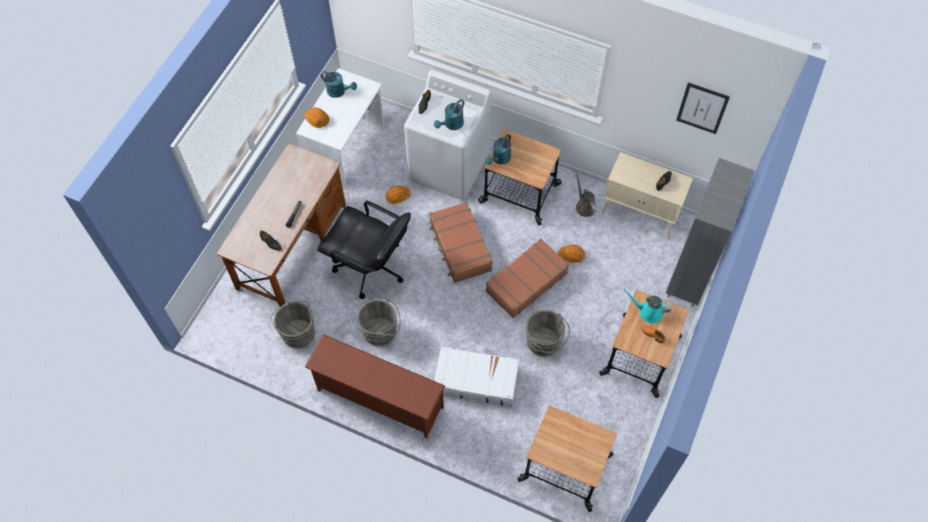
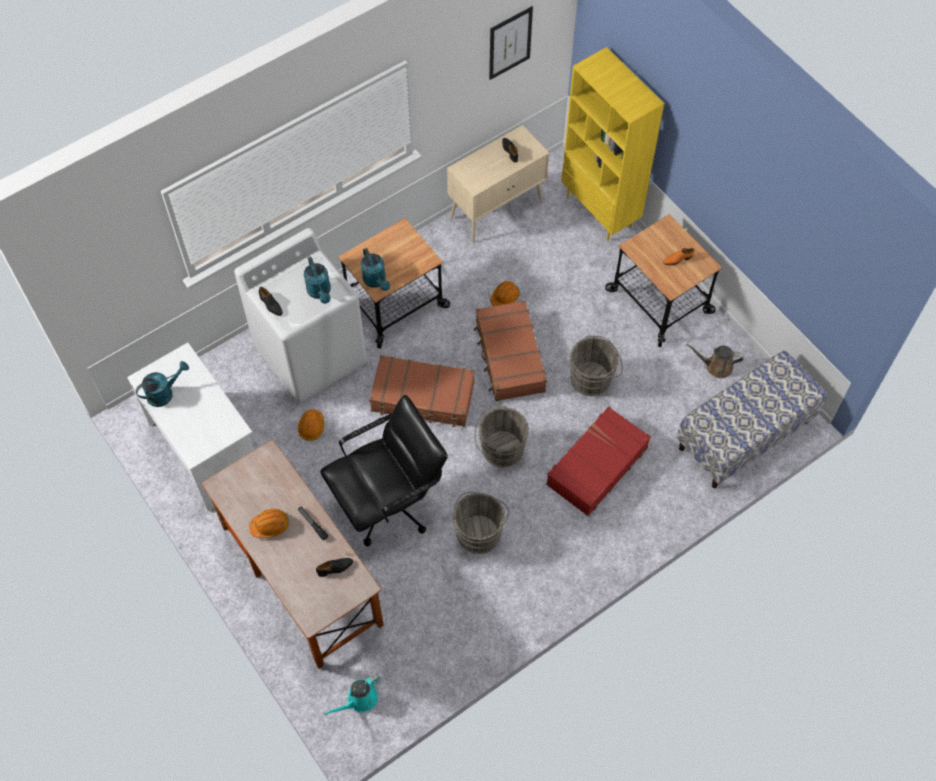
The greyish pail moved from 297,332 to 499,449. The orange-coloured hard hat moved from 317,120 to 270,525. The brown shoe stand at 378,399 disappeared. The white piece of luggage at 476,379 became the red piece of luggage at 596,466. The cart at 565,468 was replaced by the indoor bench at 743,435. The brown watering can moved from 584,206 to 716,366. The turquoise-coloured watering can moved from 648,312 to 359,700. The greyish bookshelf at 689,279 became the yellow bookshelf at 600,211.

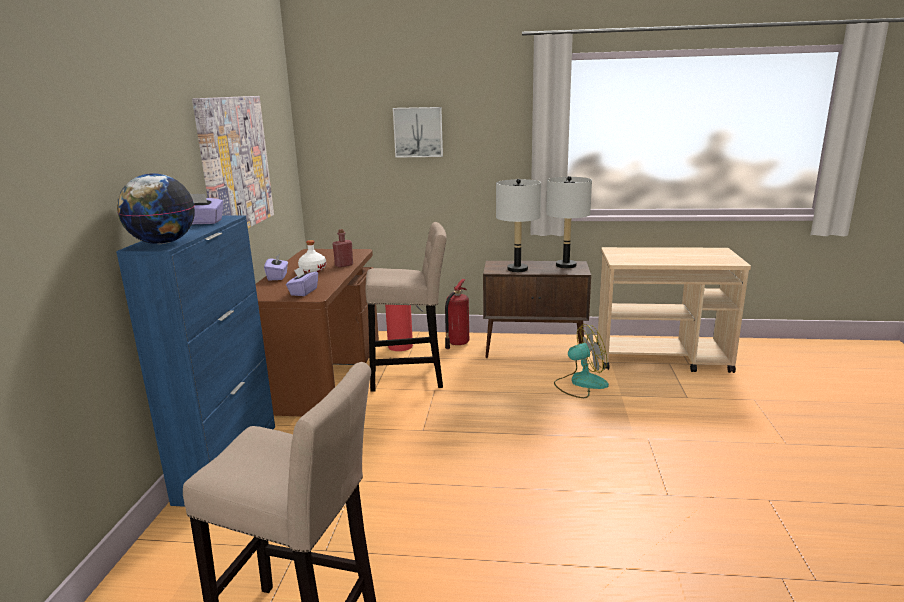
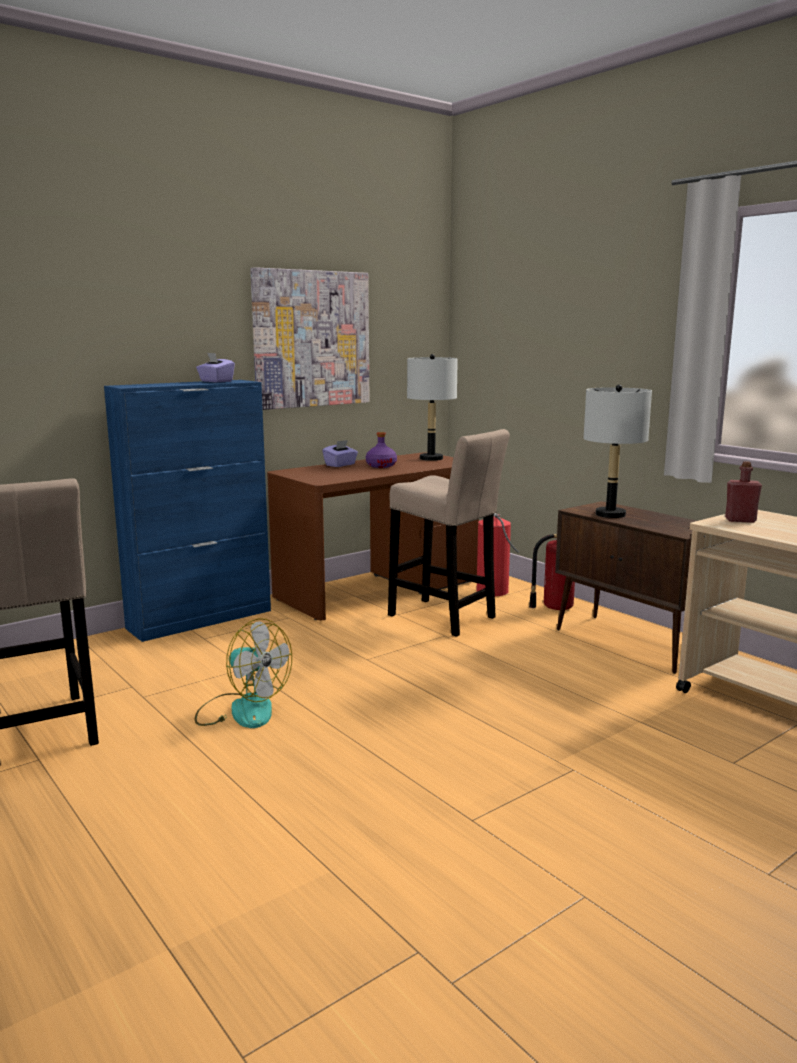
The desk globe at 162,243 disappeared. The purple-coloured box of tissues at 303,292 disappeared. The white drink bottle at 312,269 became the purple-coloured drink bottle at 381,466. The red drink bottle moved from 344,265 to 740,520. The picture at 418,132 disappeared. The greyish tabletop lamp moved from 565,265 to 431,458. The electric fan moved from 580,383 to 242,710.

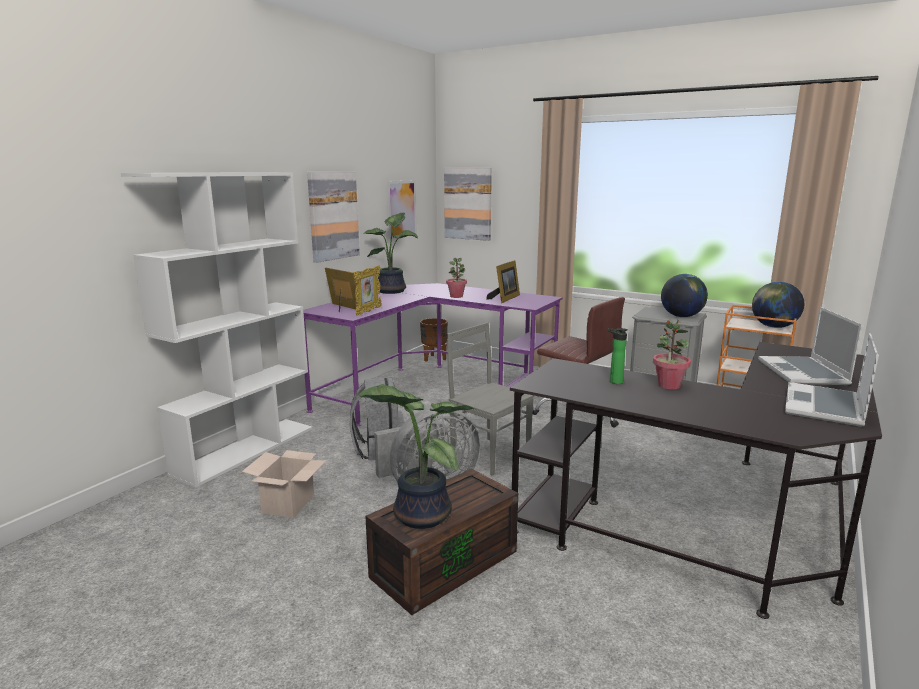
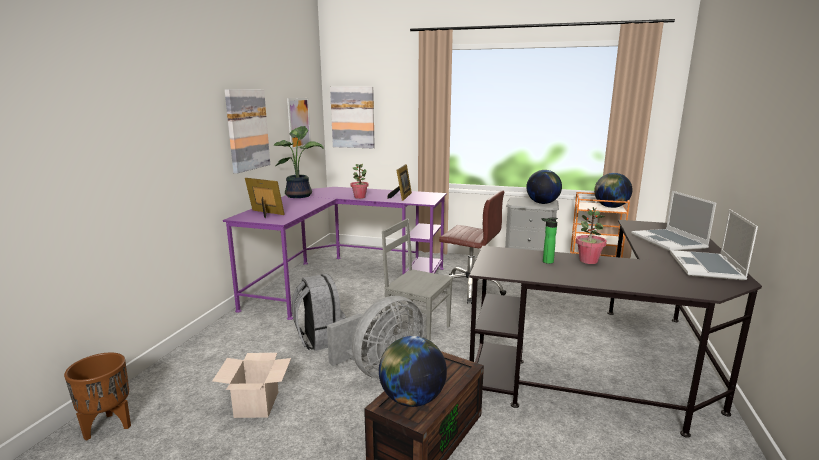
The white bookshelf at 246,450 disappeared. The photo frame at 368,311 disappeared. The plant in a pot at 418,515 was replaced by the desk globe at 412,399. The brown plant pot moved from 434,358 to 108,426.

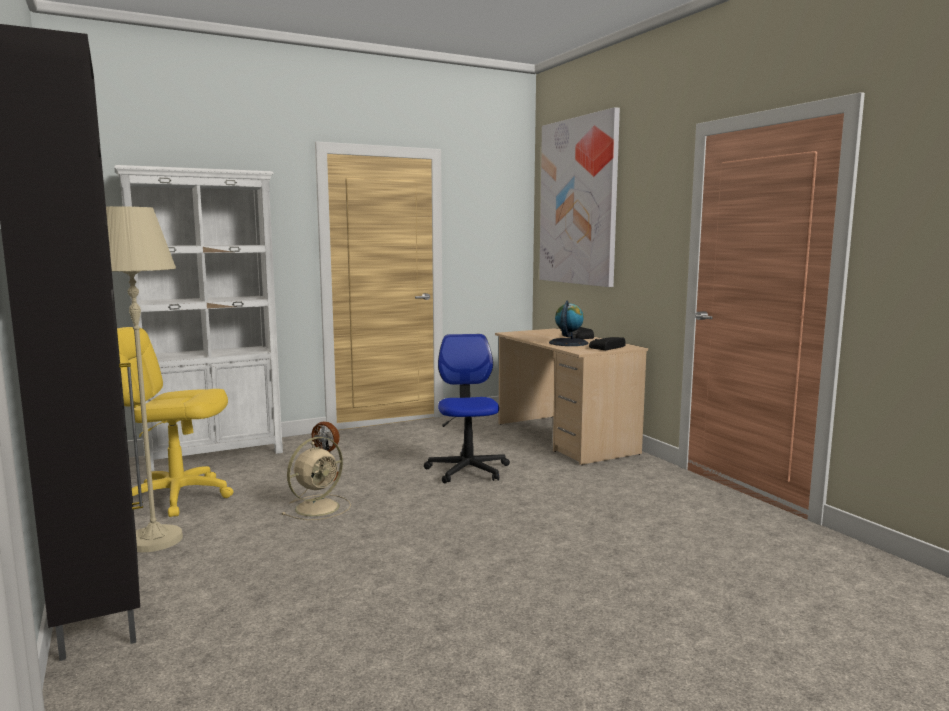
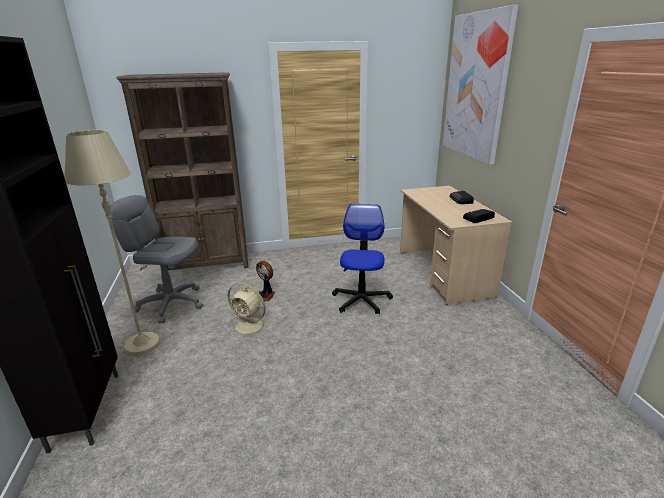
The white bookshelf at 215,454 became the brown bookshelf at 208,265. The yellow computer chair at 177,497 became the greyish computer chair at 171,303. The sand-coloured electric fan at 319,507 turned 60 degrees clockwise. The desk globe at 568,343 disappeared.

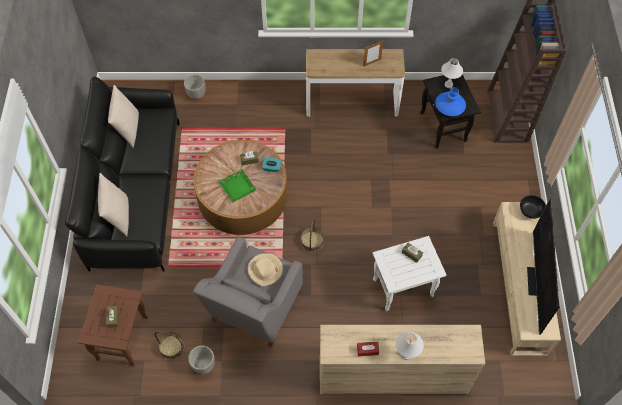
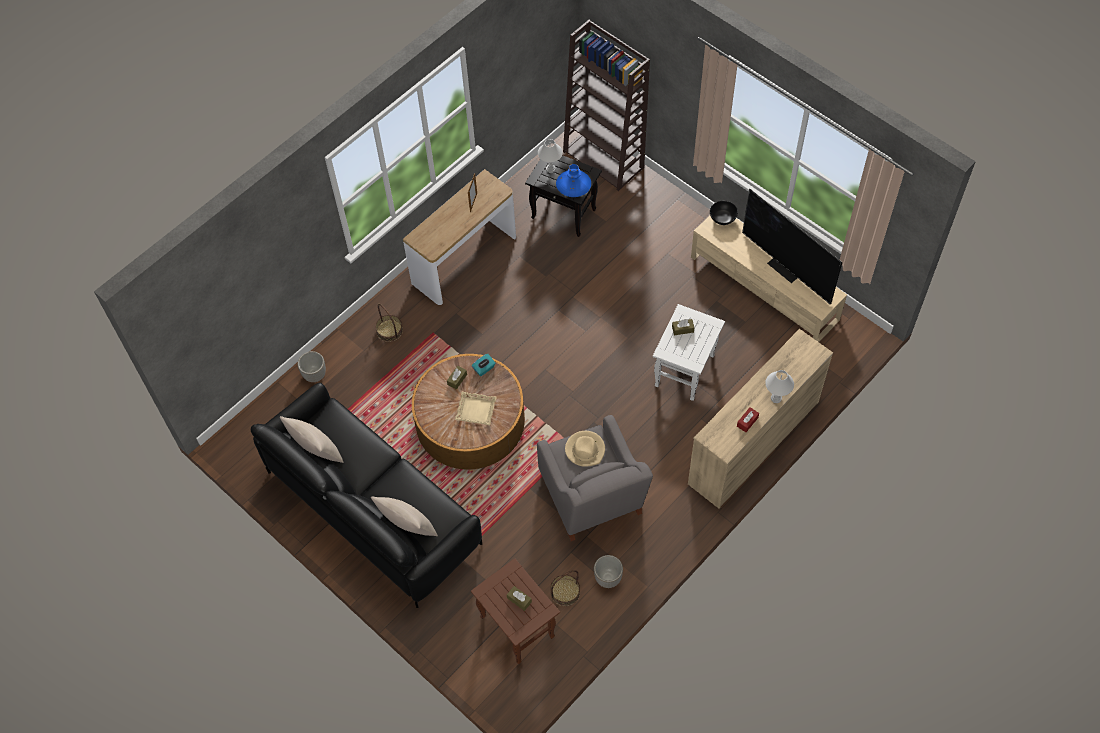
The green-coloured carrying tray at 238,187 became the sand-coloured carrying tray at 476,410. The basket moved from 312,241 to 389,330.

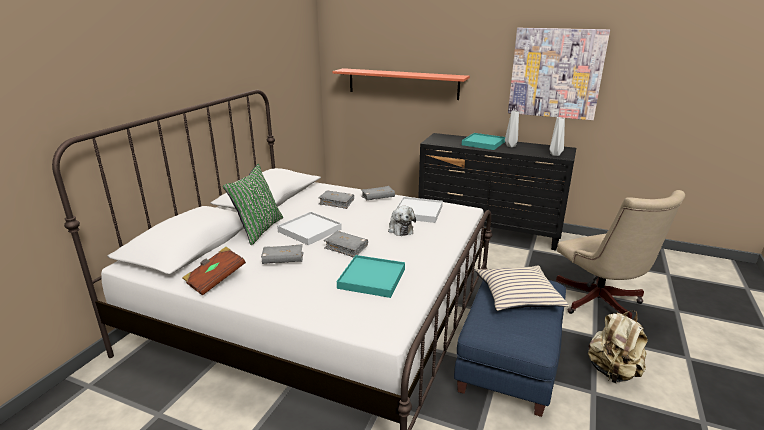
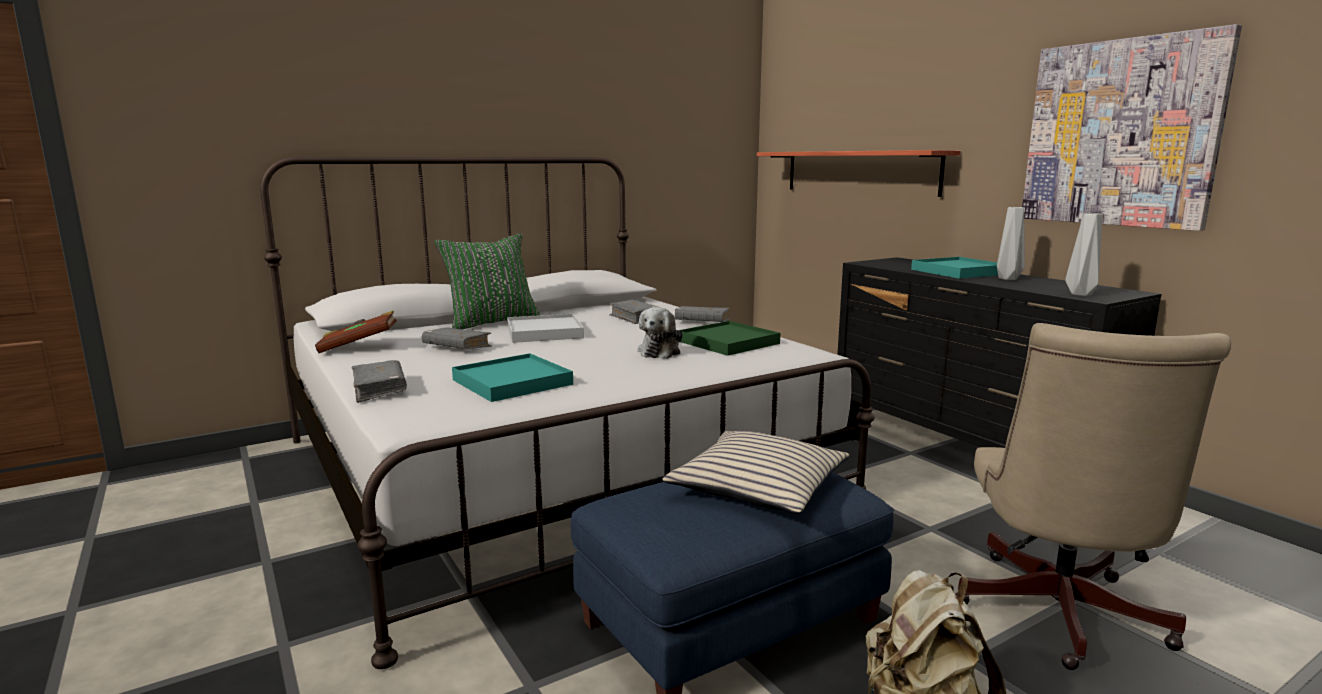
The greyish volume moved from 346,248 to 379,389. The white carrying tray at 418,212 became the green-coloured carrying tray at 728,342.

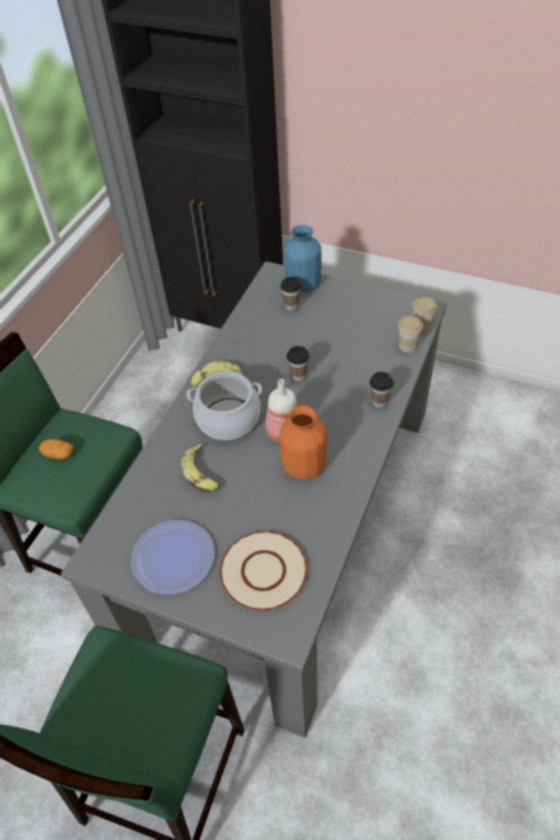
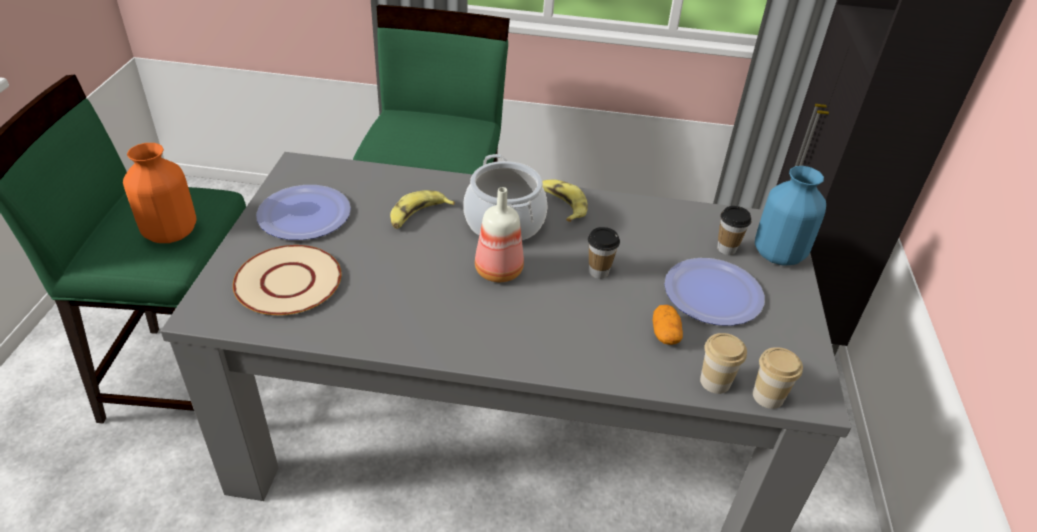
The whole potato moved from 58,454 to 665,333. The orange-coloured flower vase moved from 304,467 to 169,233. The small cup at 379,402 disappeared. The plate at 713,293 appeared.

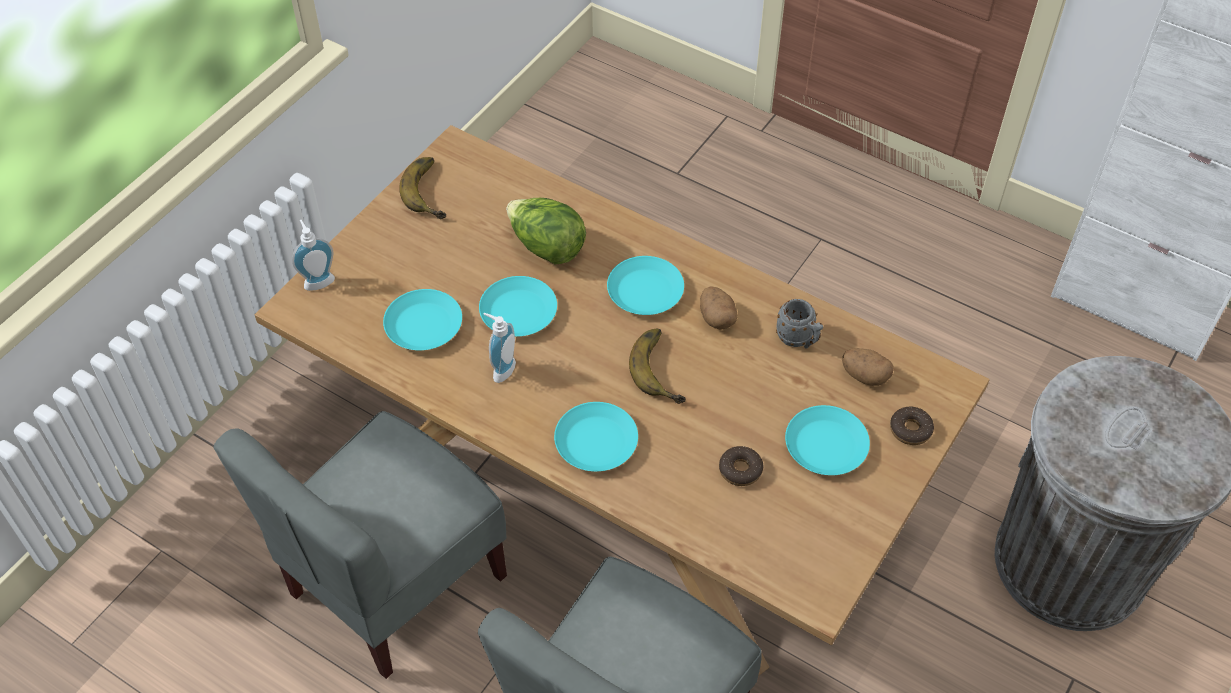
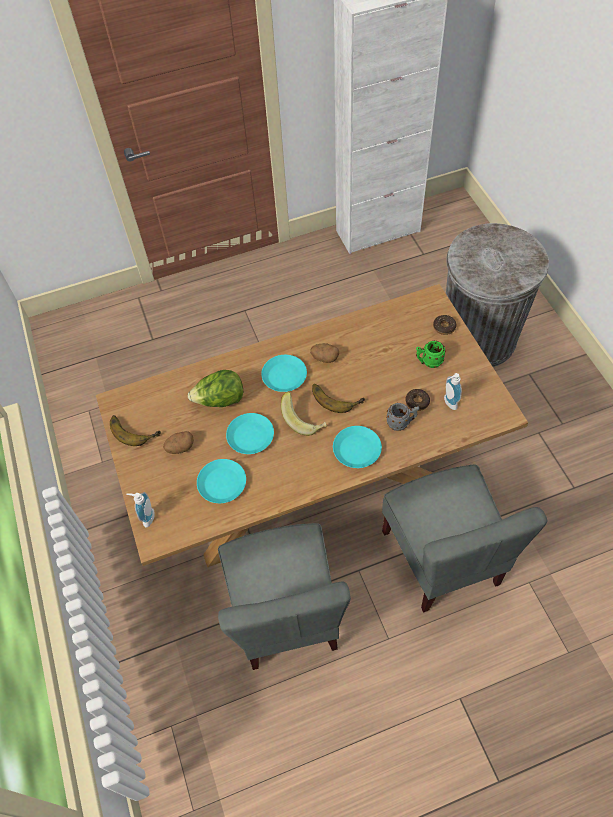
The soap bottle moved from 501,369 to 448,403. The greyish tea mug moved from 798,340 to 401,423. The turquoise-coloured plate at 825,445 was replaced by the green-coloured tea mug at 428,362. The whole potato moved from 864,376 to 180,447. The banana fruit at 304,420 appeared.

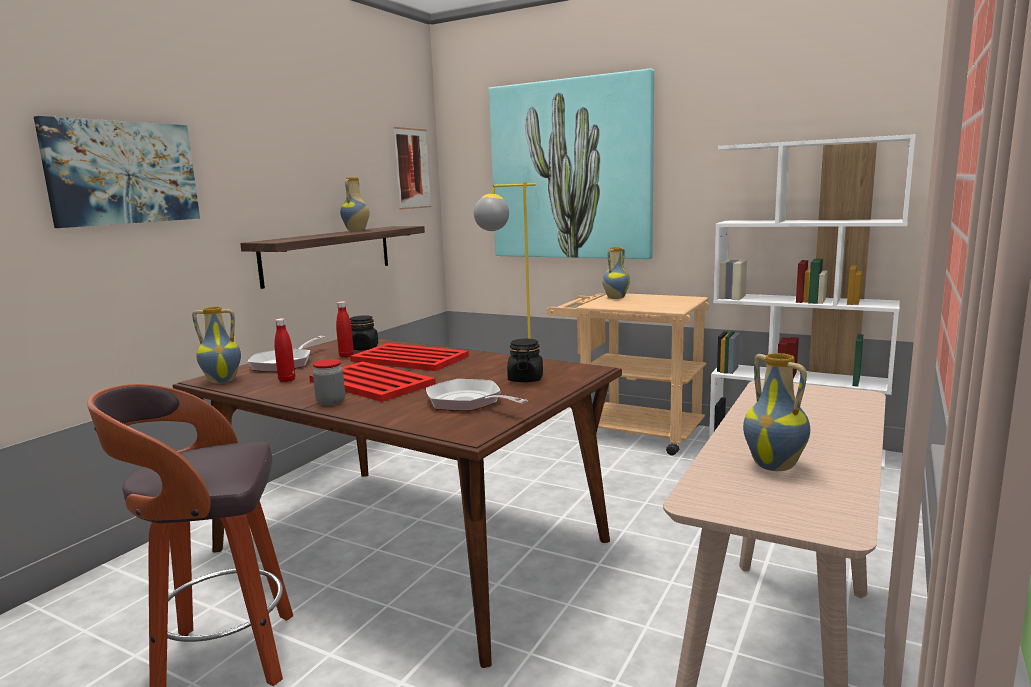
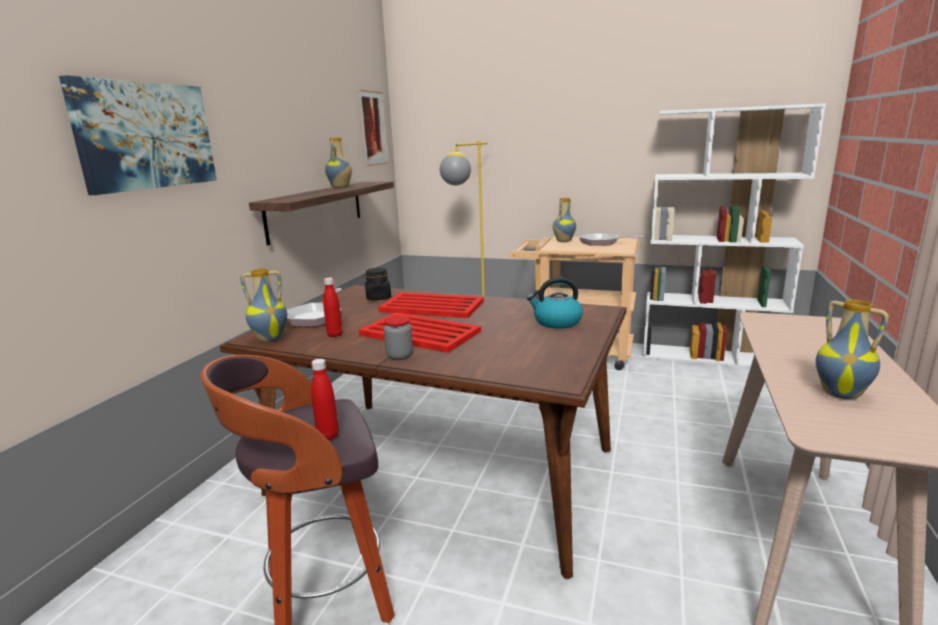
The red drink bottle moved from 346,356 to 328,435. The pan moved from 468,402 to 602,242. The picture at 570,170 disappeared. The black-coloured preserve jar at 525,379 was replaced by the water kettle at 556,322.

